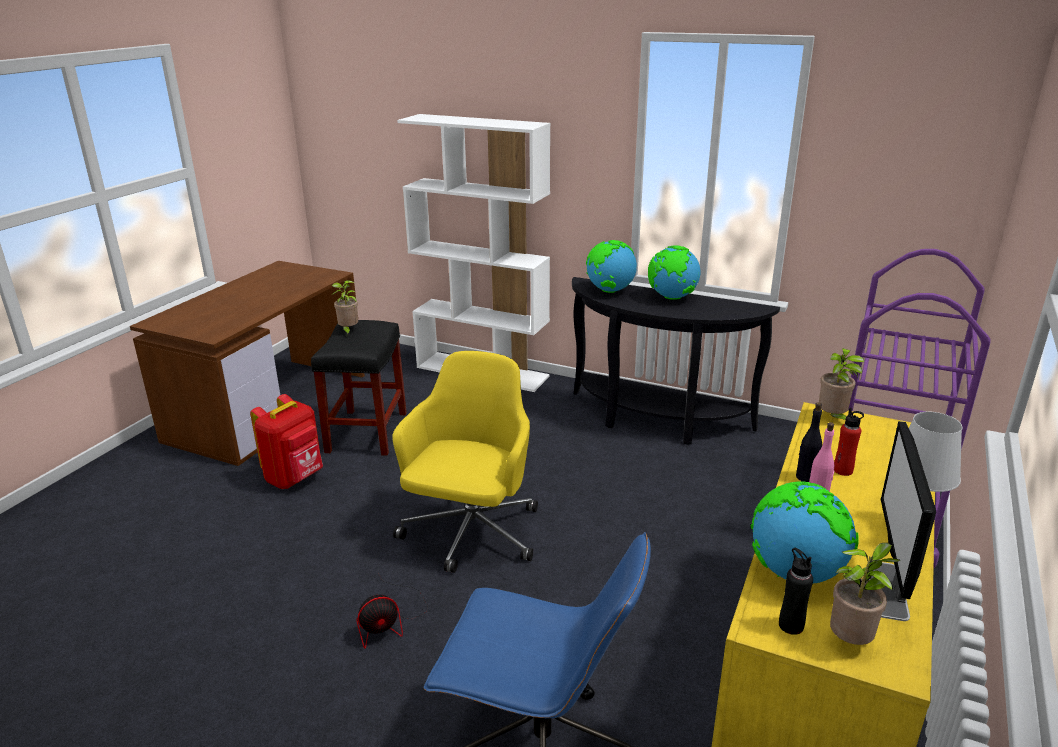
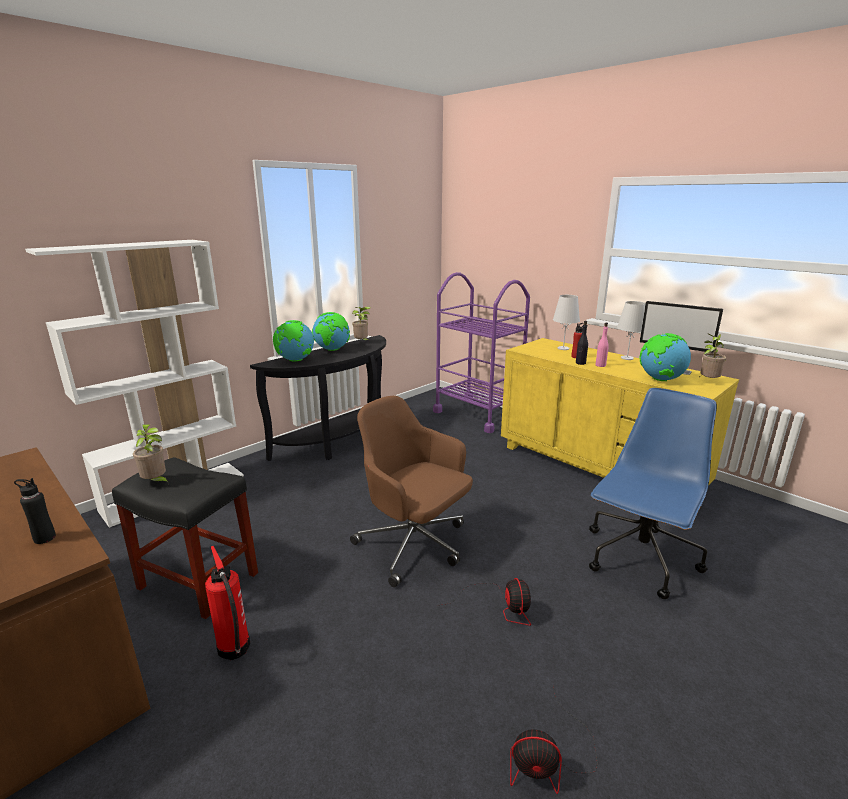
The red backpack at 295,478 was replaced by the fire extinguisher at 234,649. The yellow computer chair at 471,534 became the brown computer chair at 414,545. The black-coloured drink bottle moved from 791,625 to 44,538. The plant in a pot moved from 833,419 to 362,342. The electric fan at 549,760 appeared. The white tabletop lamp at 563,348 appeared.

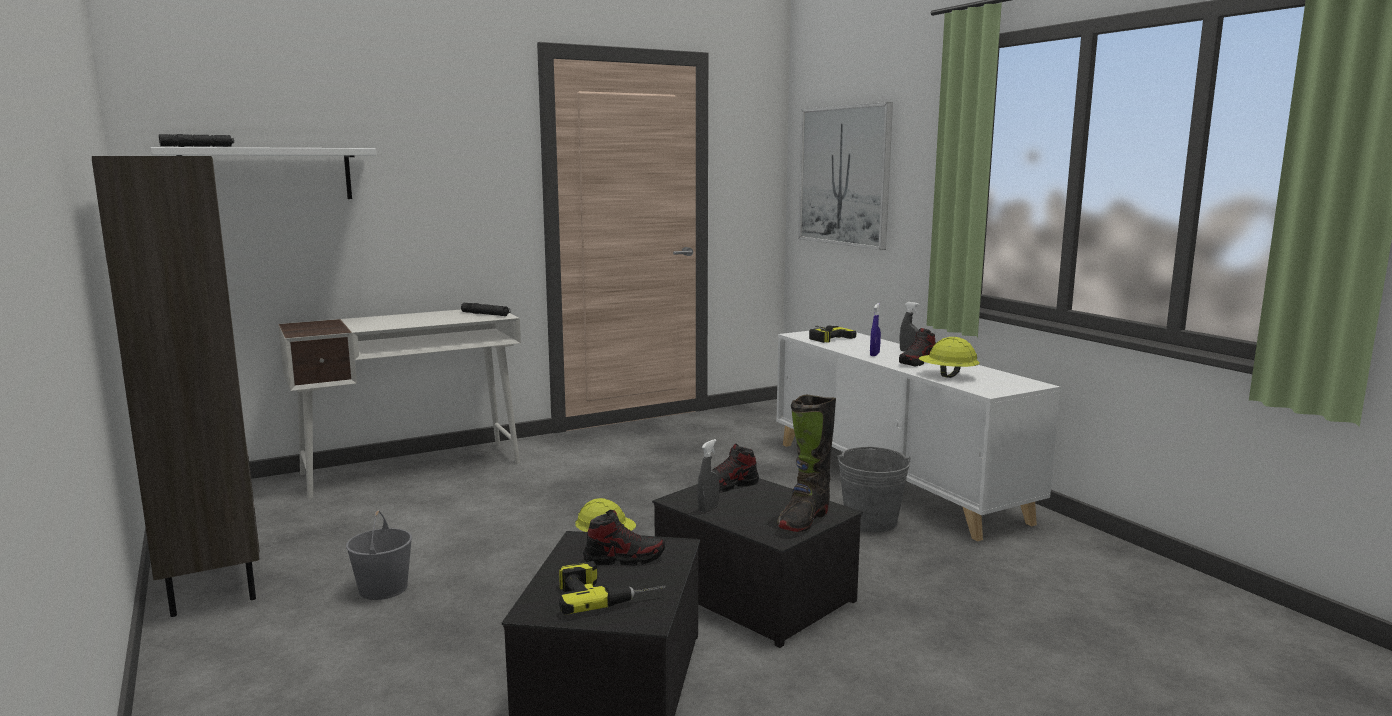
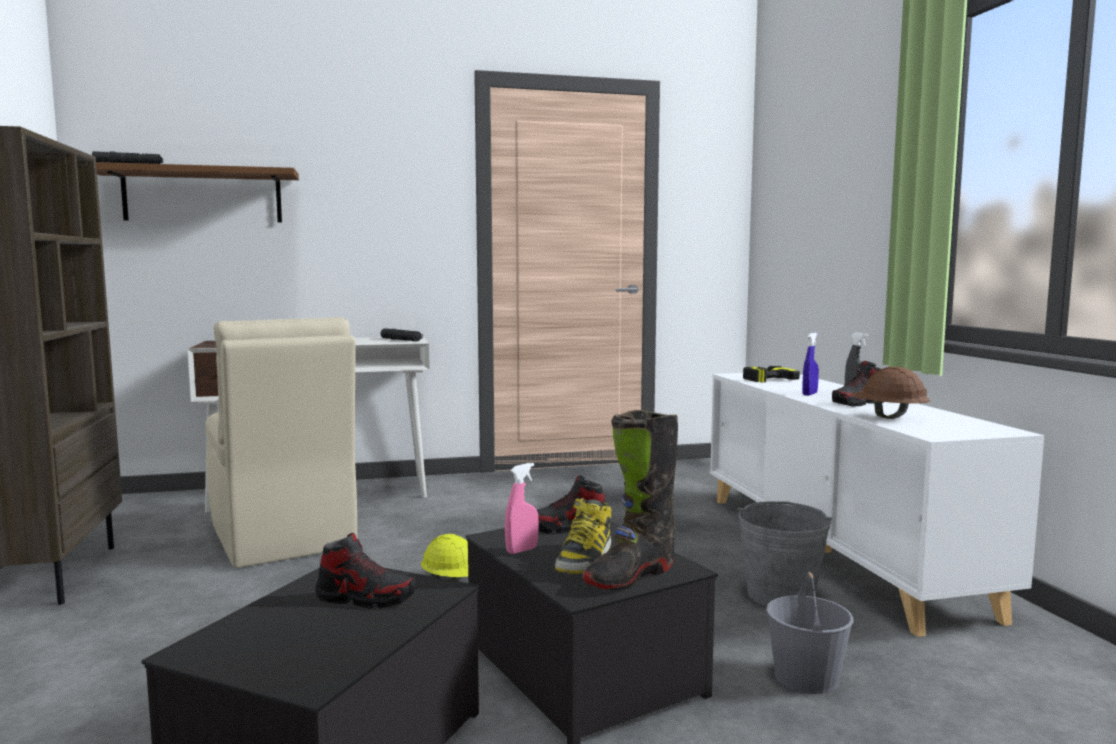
The white bracket shelf at 268,174 became the brown bracket shelf at 203,196. The greyish pail moved from 383,588 to 805,676. The power drill at 607,593 disappeared. The greyish hand sprayer at 708,508 became the pink hand sprayer at 522,550. The picture at 844,176 disappeared. The yellow hard hat at 947,376 became the brown hard hat at 887,417. The sand-coloured chair at 282,537 appeared. The high-top boot at 585,558 appeared.

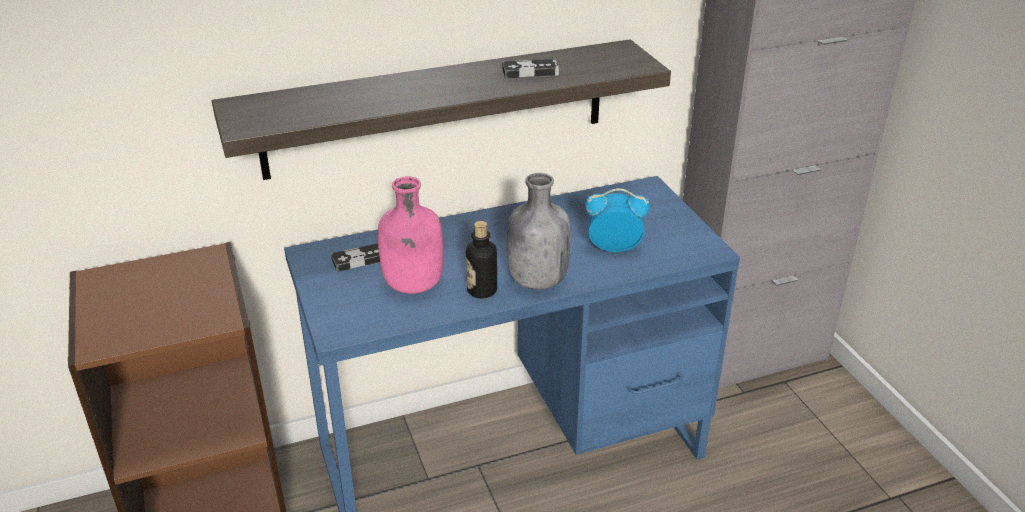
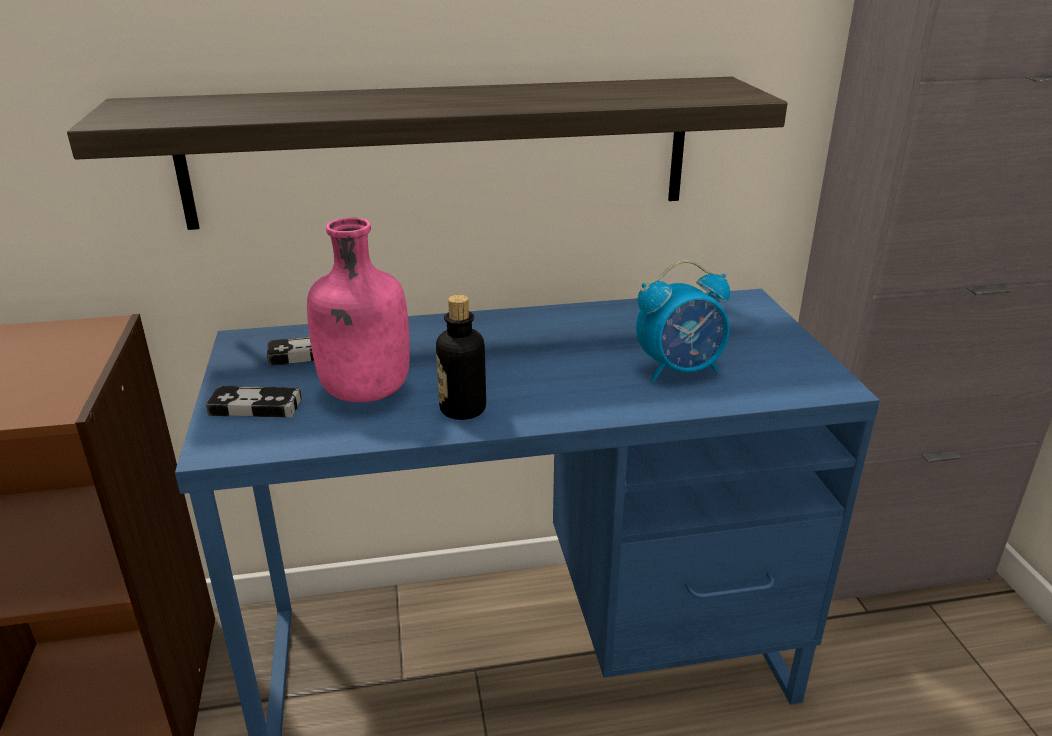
The joypad moved from 530,72 to 255,406. The greyish drink bottle at 536,280 disappeared. The table clock at 613,247 turned 150 degrees clockwise.

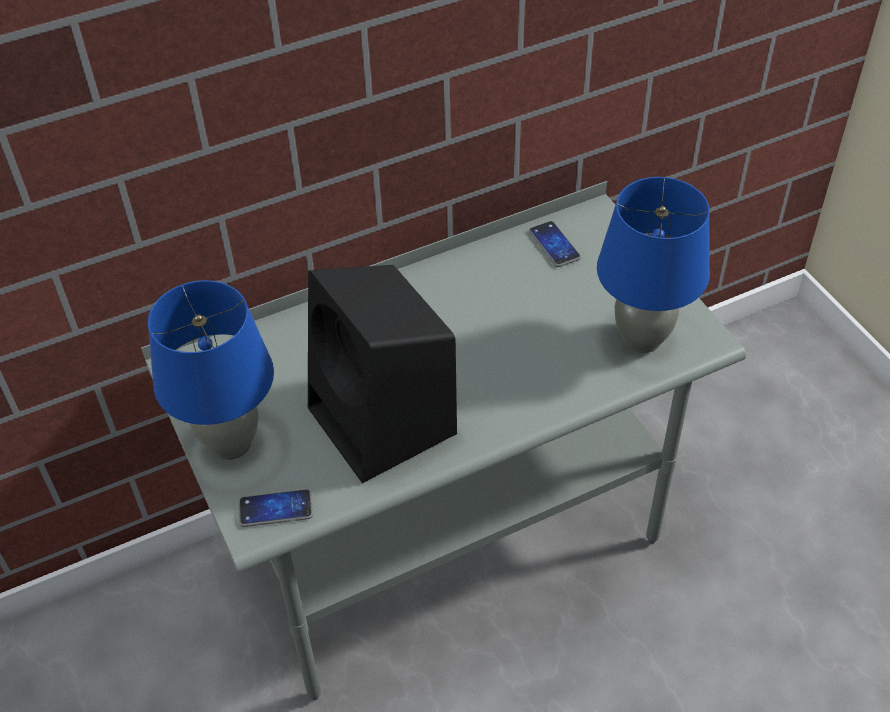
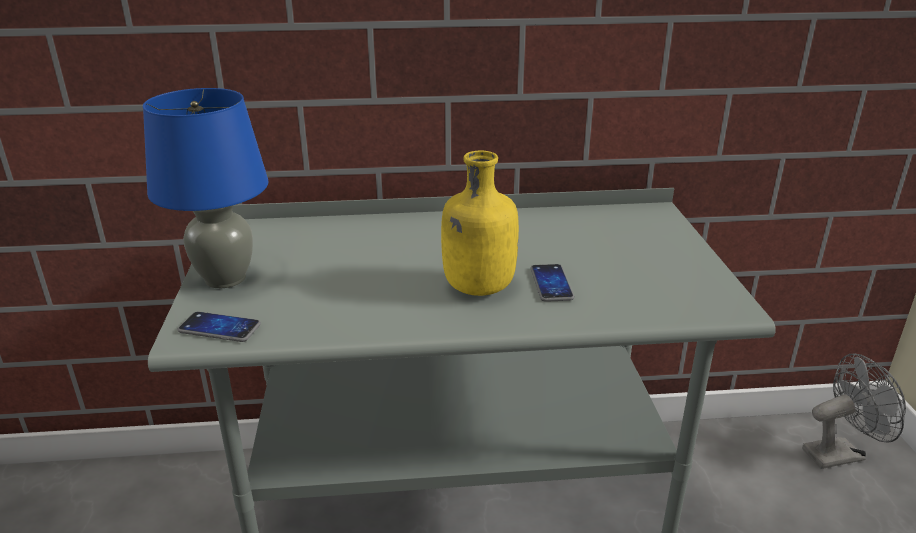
The black-coloured speaker at 385,423 disappeared. The telephone moved from 554,245 to 551,284. The blue-coloured tabletop lamp at 642,338 disappeared. The yellow drink bottle at 477,288 appeared. The greyish electric fan at 840,453 appeared.

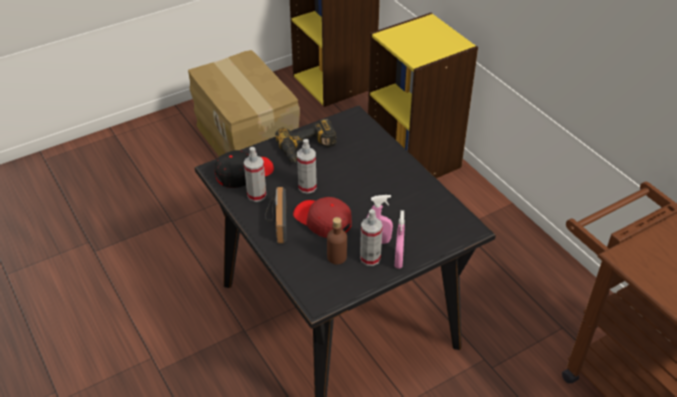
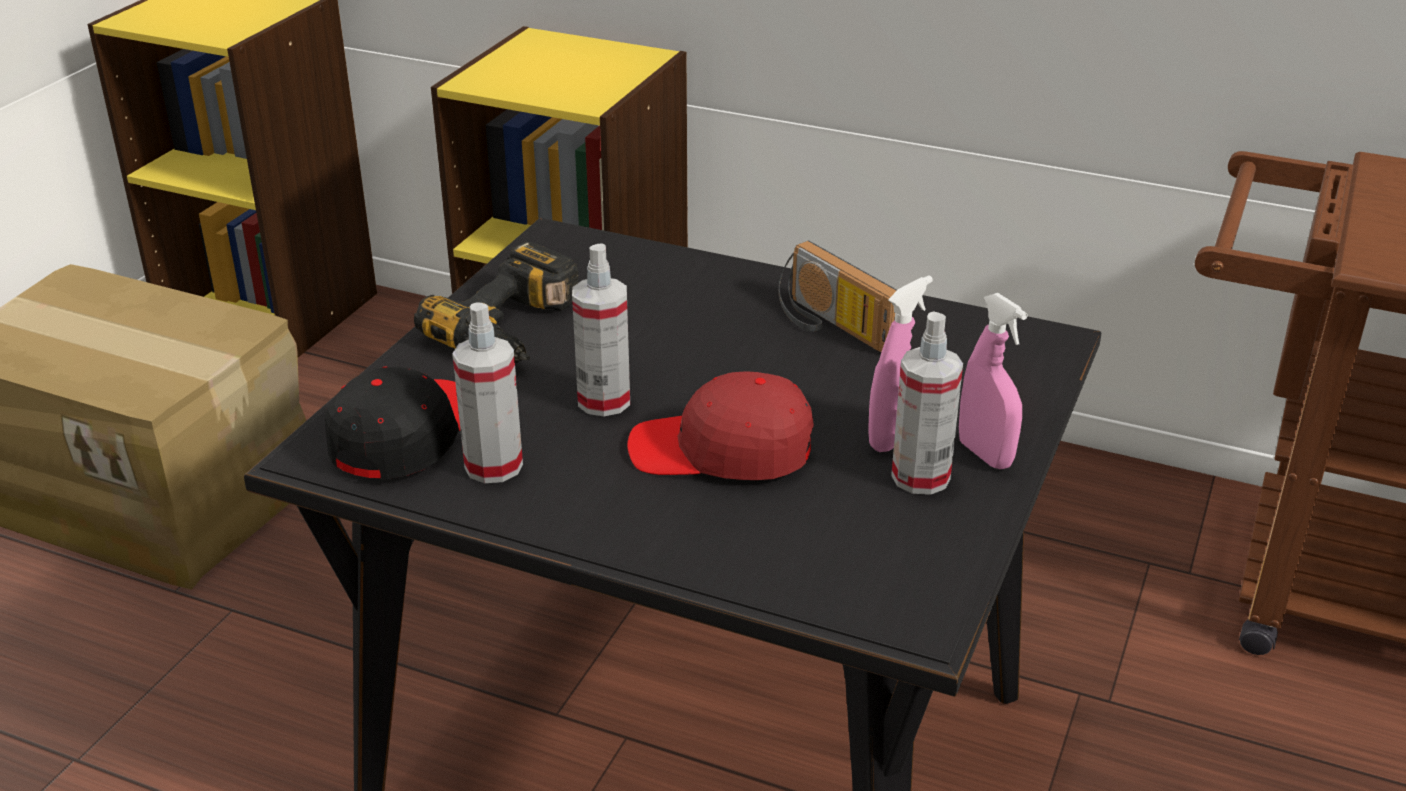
The radio set moved from 275,222 to 831,327. The brown drink bottle at 337,257 disappeared.

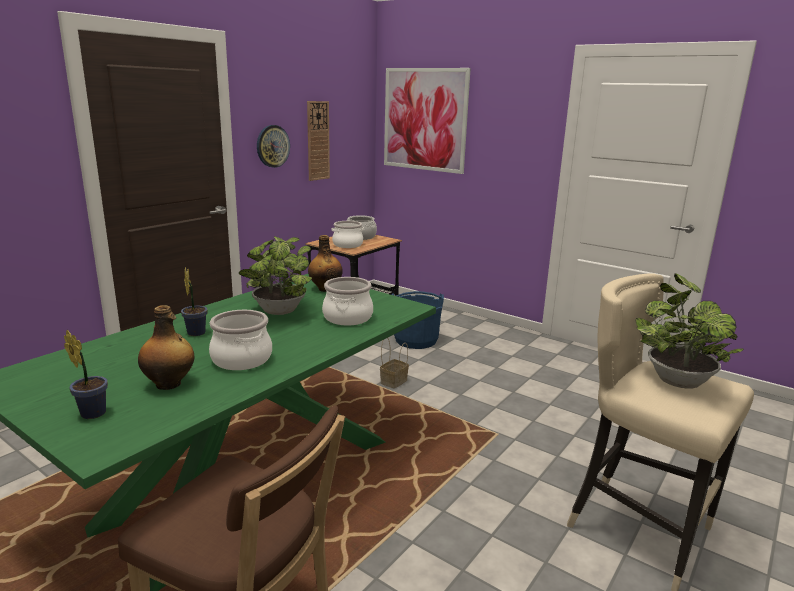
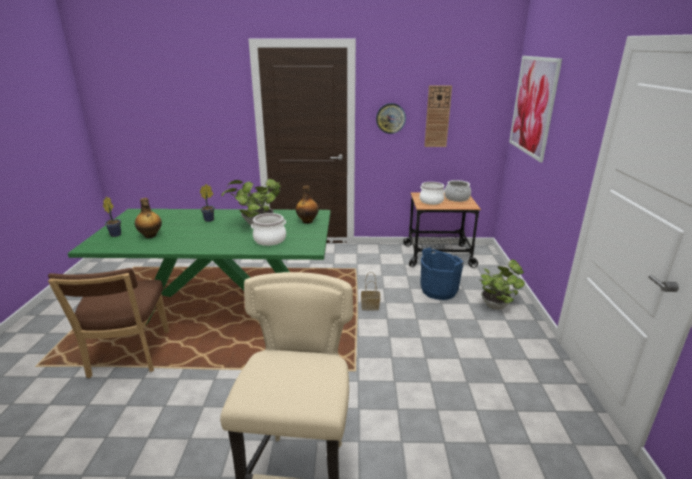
The saucepot at 241,359 disappeared. The plant in a pot moved from 676,379 to 496,305.

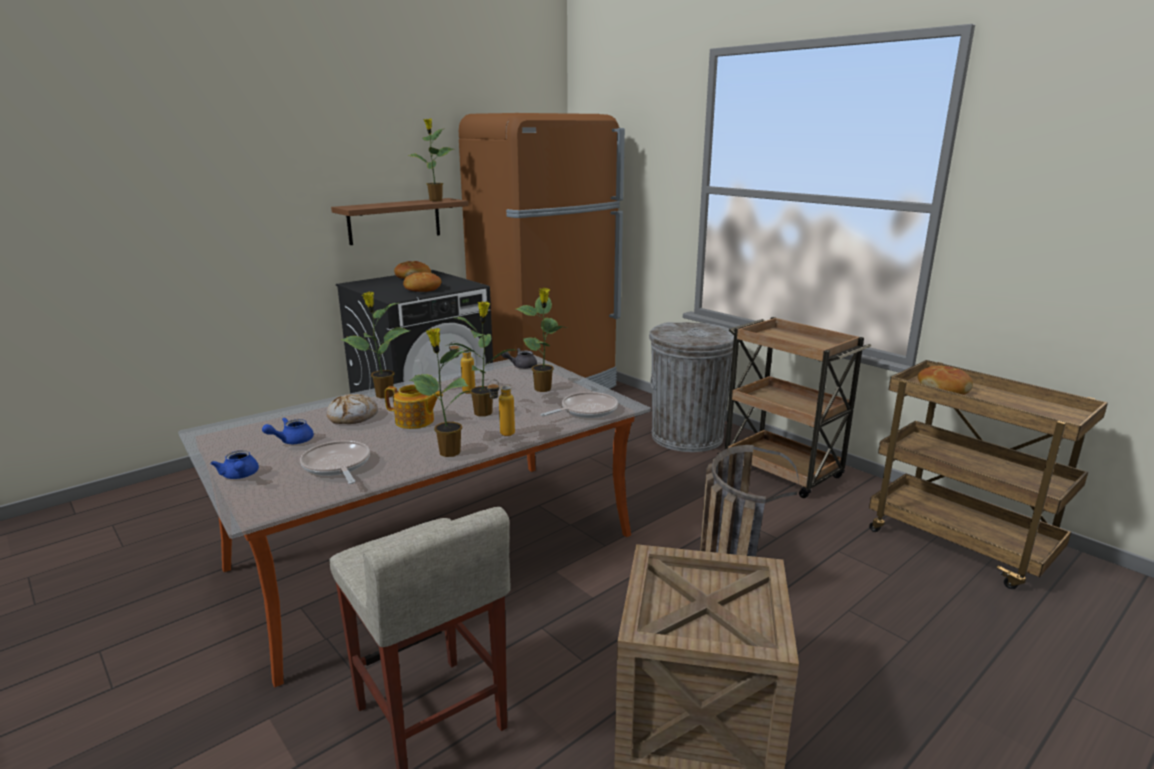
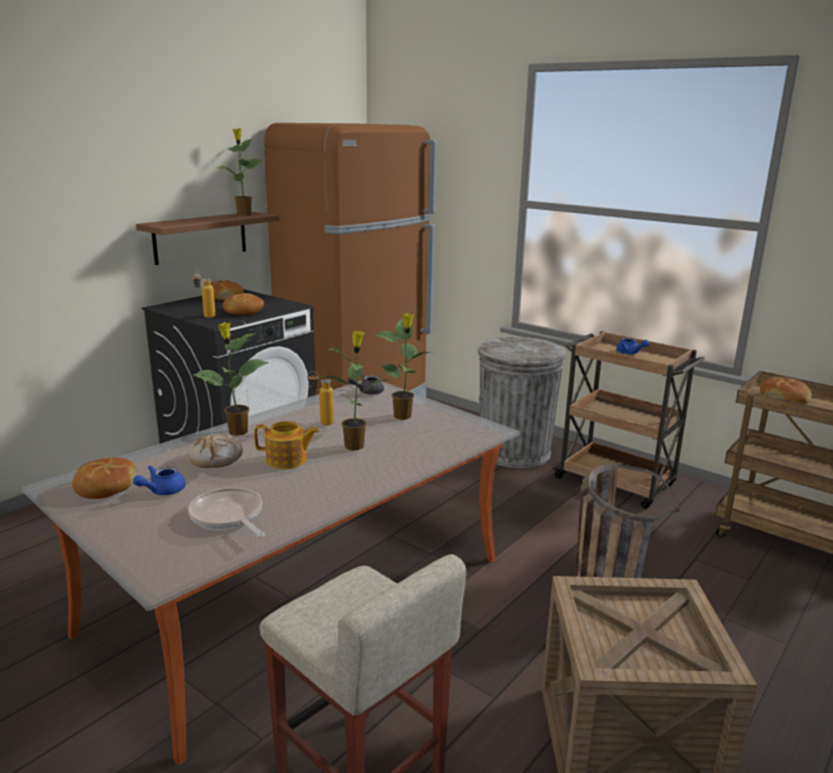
The blue-coloured tea pot moved from 240,476 to 630,353. The plant in a pot at 448,452 disappeared. The drink bottle moved from 502,435 to 205,317. The pan at 586,410 disappeared. The bakery bread at 105,487 appeared.

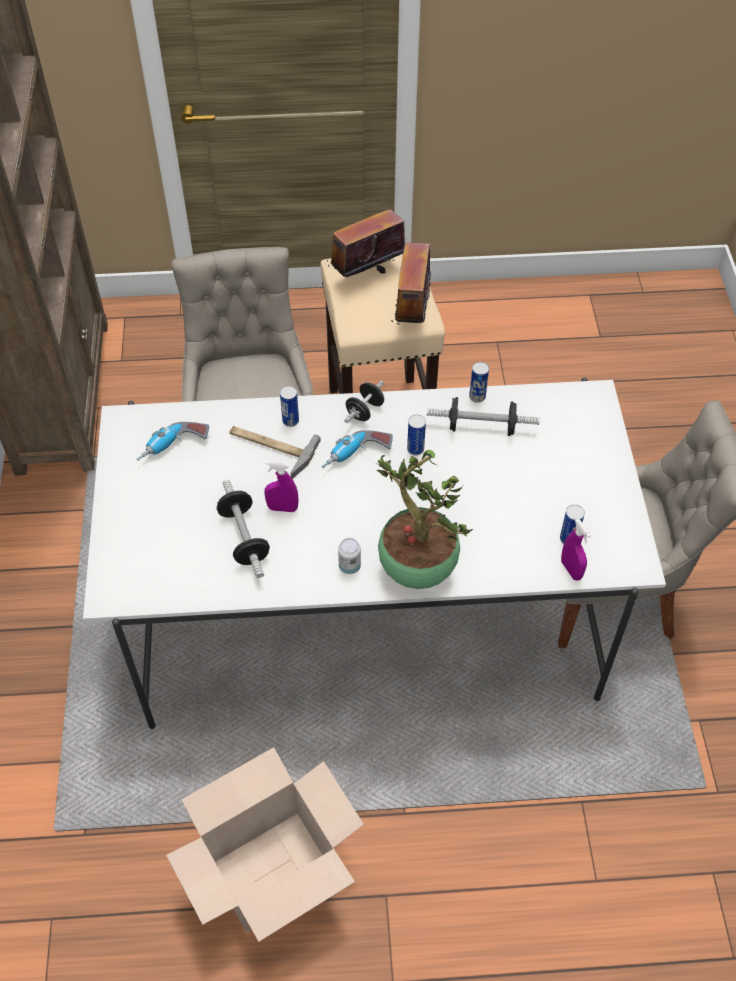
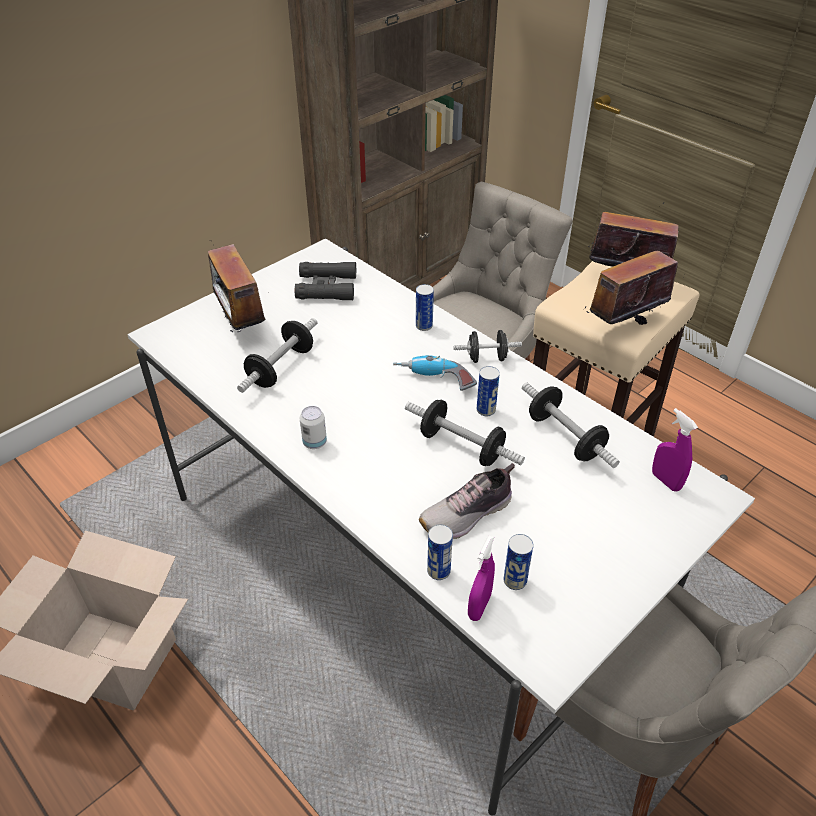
The power drill at 173,448 was replaced by the black-coloured pair of binoculars at 326,287. The tool hammer at 270,447 disappeared. The purple-coloured hand sprayer moved from 282,508 to 665,481. The plant in a pot at 415,568 disappeared. The metal can moved from 477,397 to 438,571. The radio set at 241,325 appeared. The free weight at 461,446 appeared. The item of footwear at 468,514 appeared.

